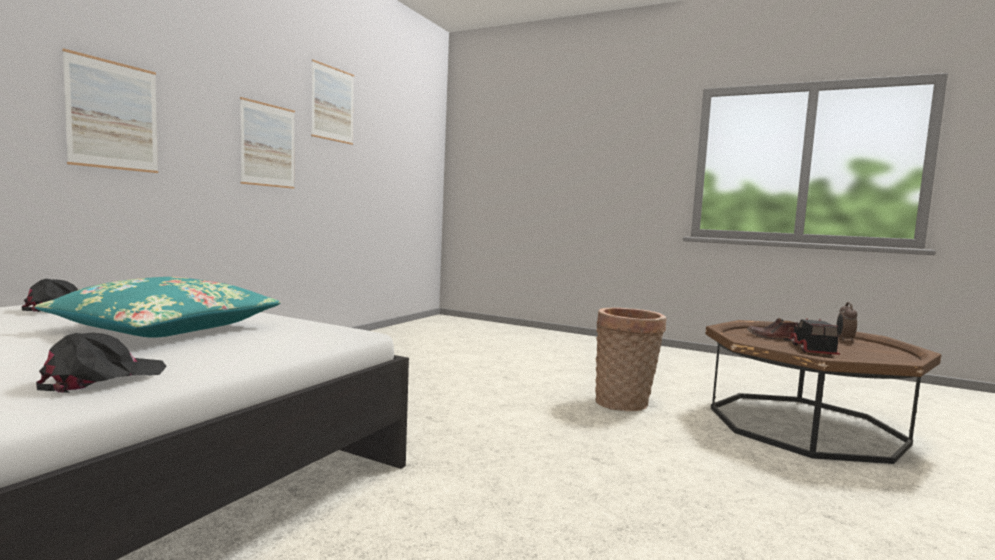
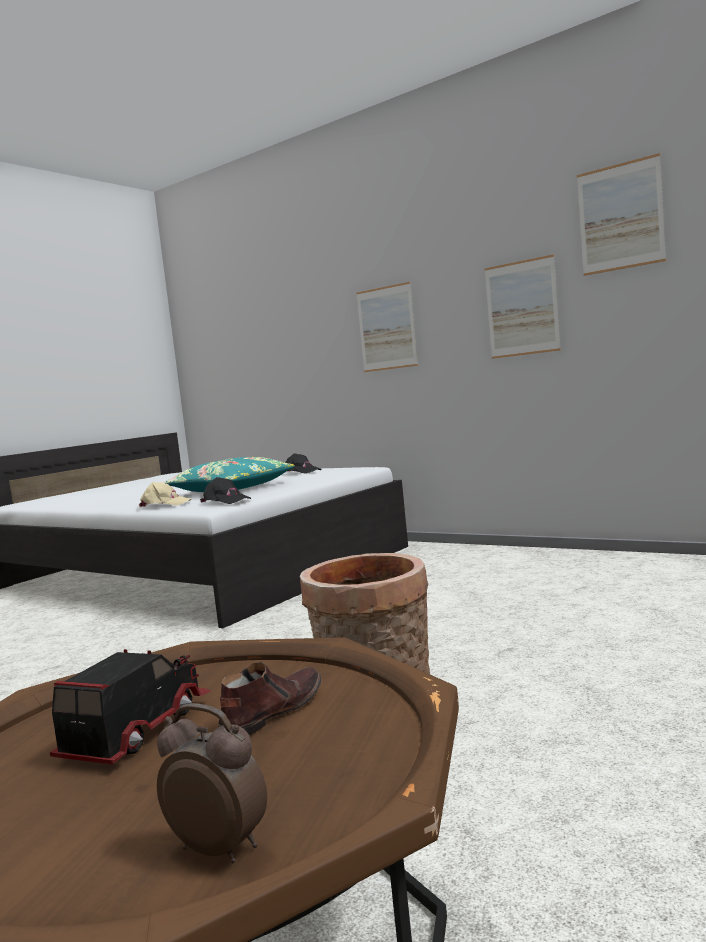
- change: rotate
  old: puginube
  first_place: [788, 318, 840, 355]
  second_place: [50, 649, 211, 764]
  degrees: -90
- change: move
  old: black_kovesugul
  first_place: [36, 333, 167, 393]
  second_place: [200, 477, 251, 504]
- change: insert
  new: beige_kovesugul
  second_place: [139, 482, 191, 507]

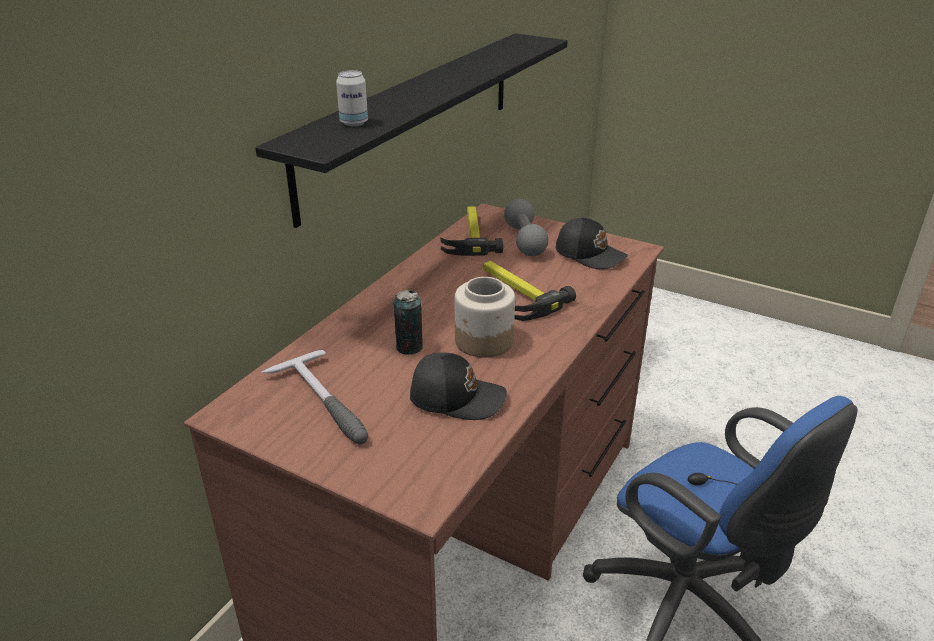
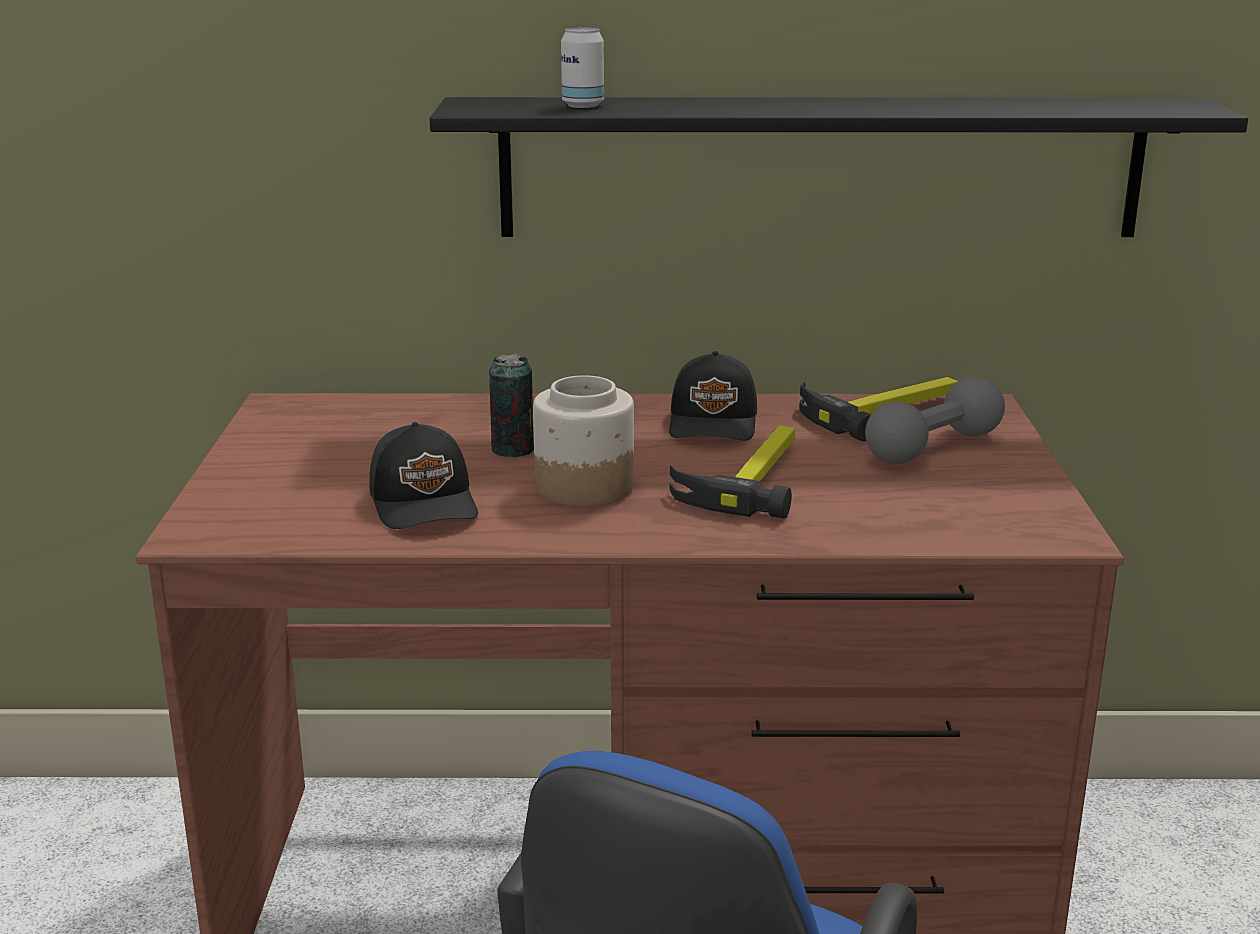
- change: move
  old: black_kovesugul
  first_place: [556, 217, 628, 269]
  second_place: [669, 351, 757, 441]
- change: delete
  old: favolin
  first_place: [261, 350, 368, 444]

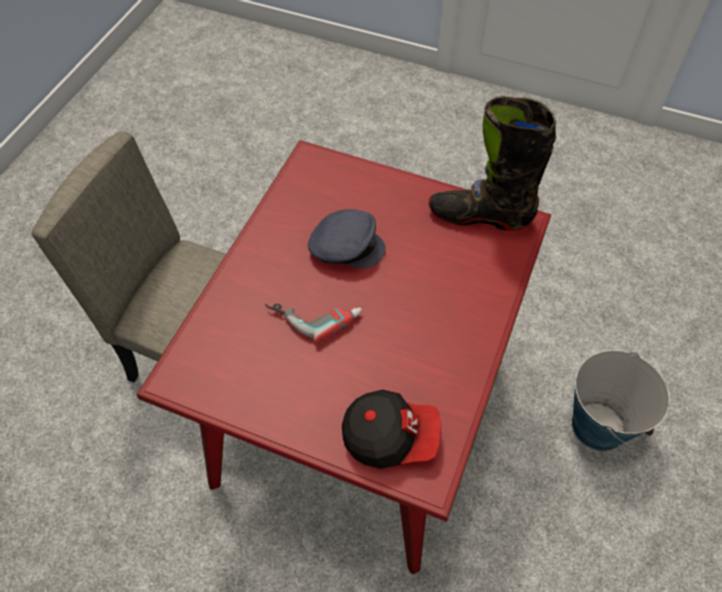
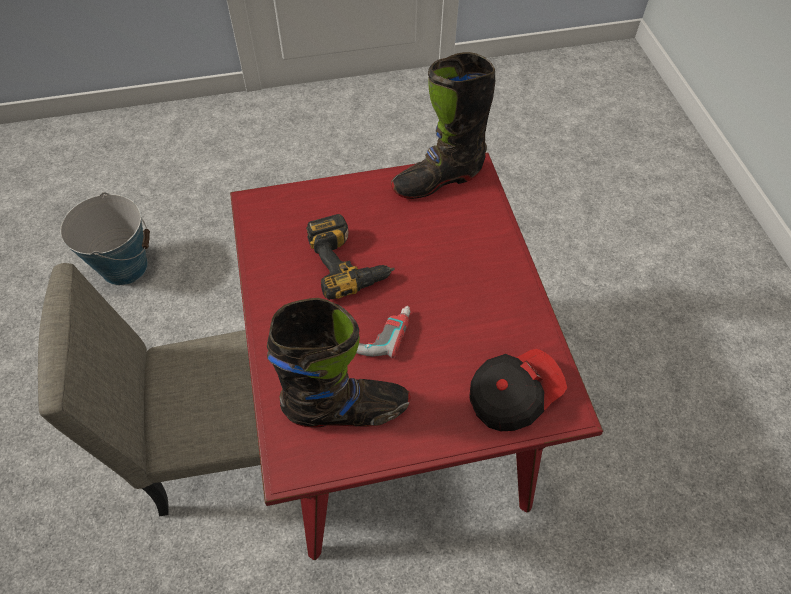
- change: replace
  old: grey_kovesugul
  new: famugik
  first_place: [308, 209, 385, 268]
  second_place: [306, 214, 395, 300]
- change: move
  old: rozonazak
  first_place: [572, 350, 670, 451]
  second_place: [60, 192, 150, 285]
- change: insert
  new: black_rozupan
  second_place: [267, 298, 411, 427]

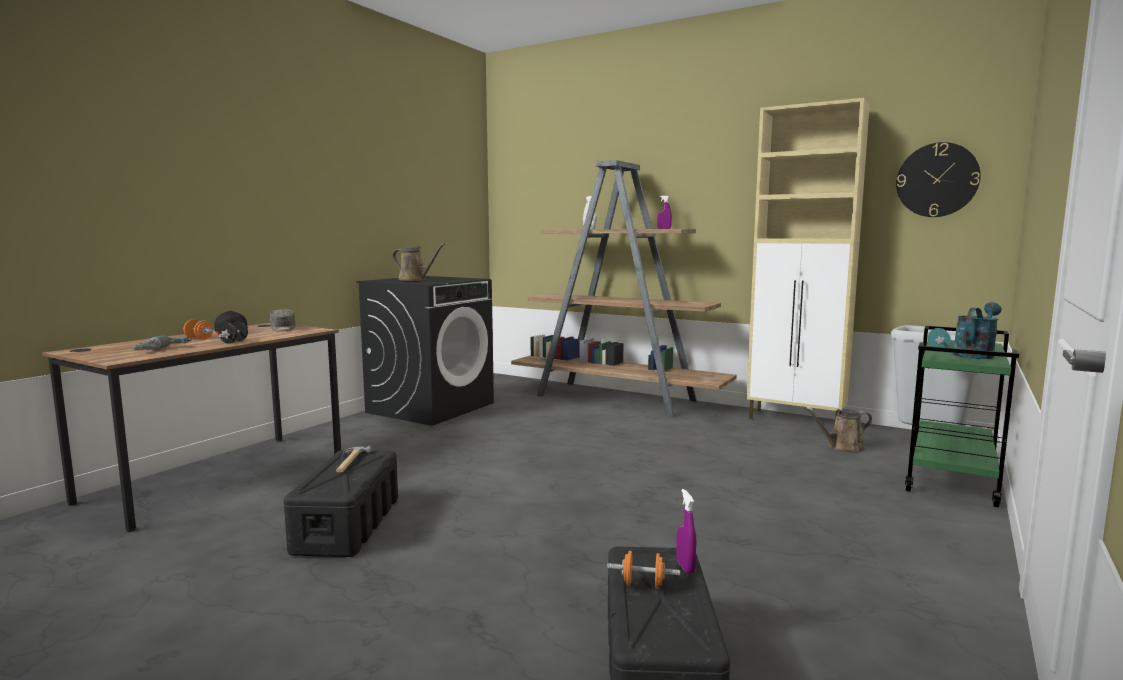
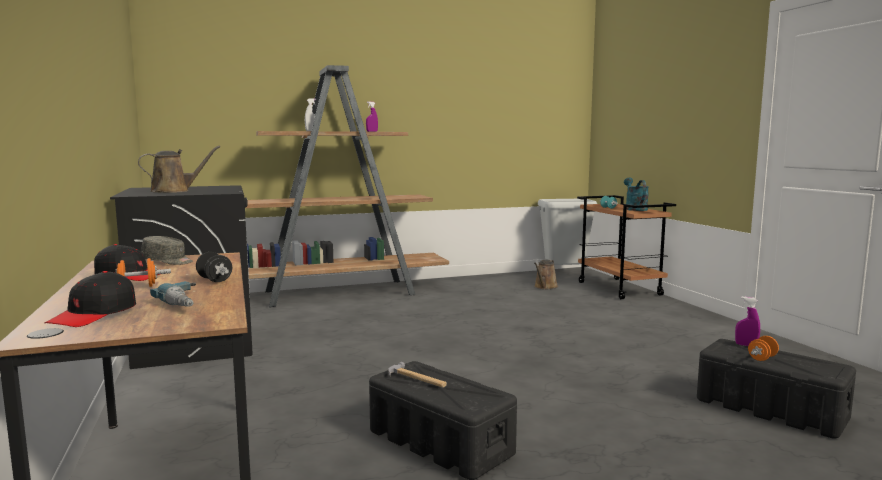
- change: delete
  old: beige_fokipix
  first_place: [746, 98, 870, 419]
- change: delete
  old: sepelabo
  first_place: [896, 142, 981, 217]
- change: recolor
  old: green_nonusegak
  new: brown_nonusegak
  first_place: [905, 326, 1019, 508]
  second_place: [577, 195, 676, 299]
- change: insert
  new: black_kovesugul
  second_place: [45, 271, 136, 327]

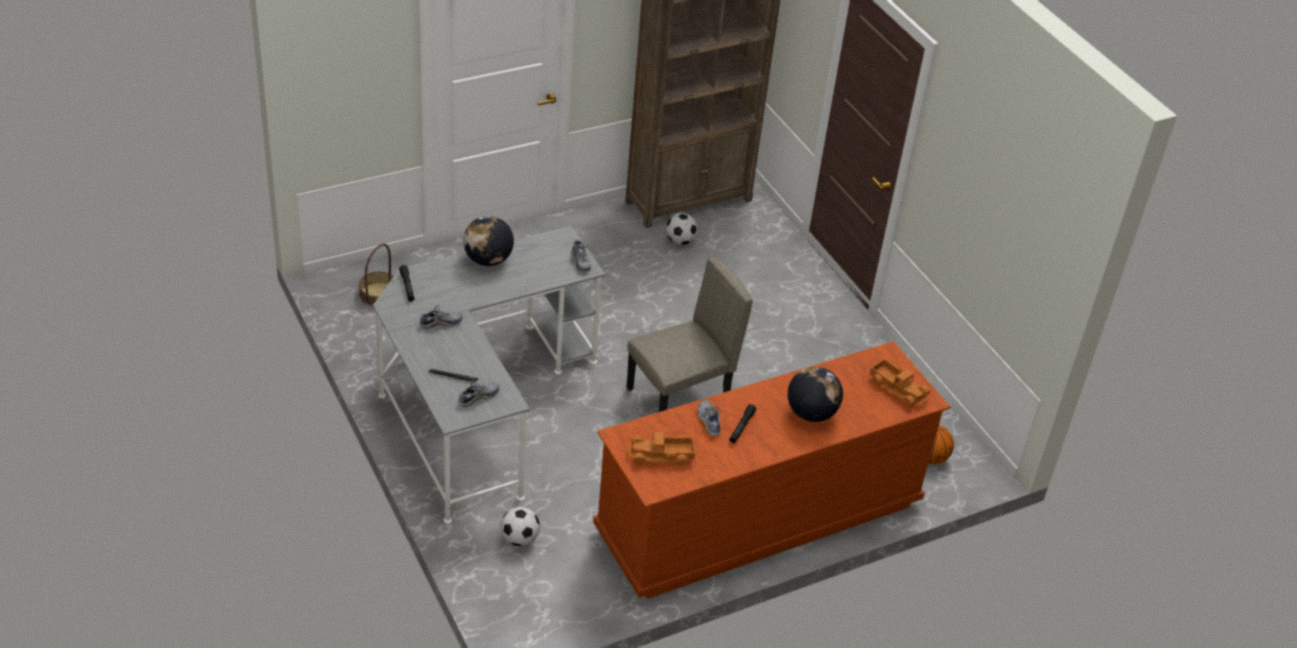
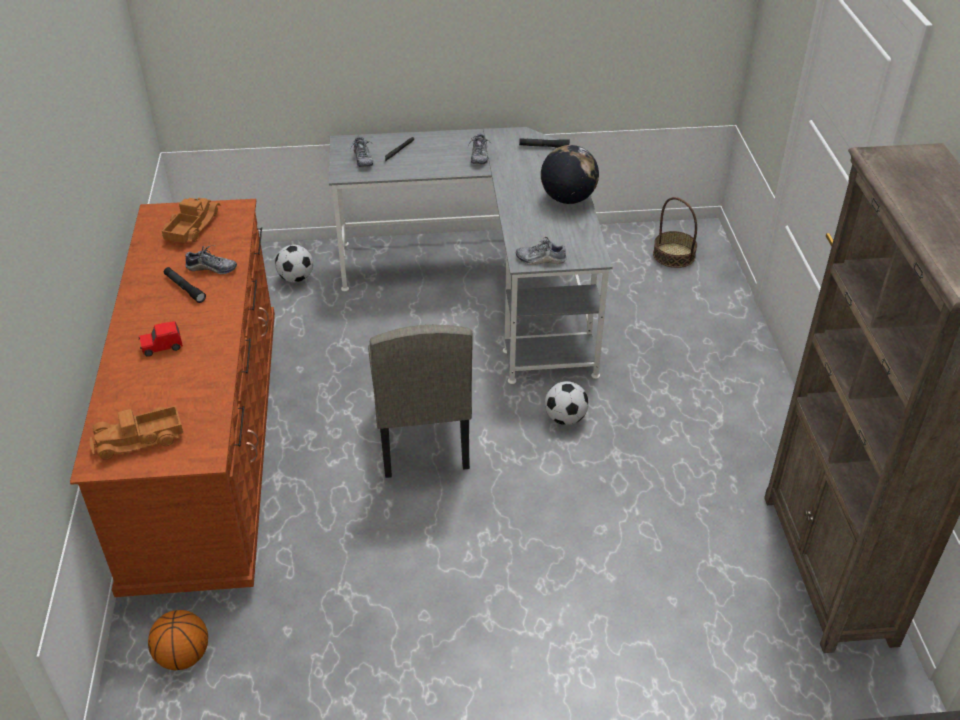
- change: move
  old: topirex
  first_place: [666, 213, 698, 245]
  second_place: [545, 381, 589, 425]
- change: replace
  old: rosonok
  new: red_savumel
  first_place: [787, 366, 843, 422]
  second_place: [138, 321, 183, 357]

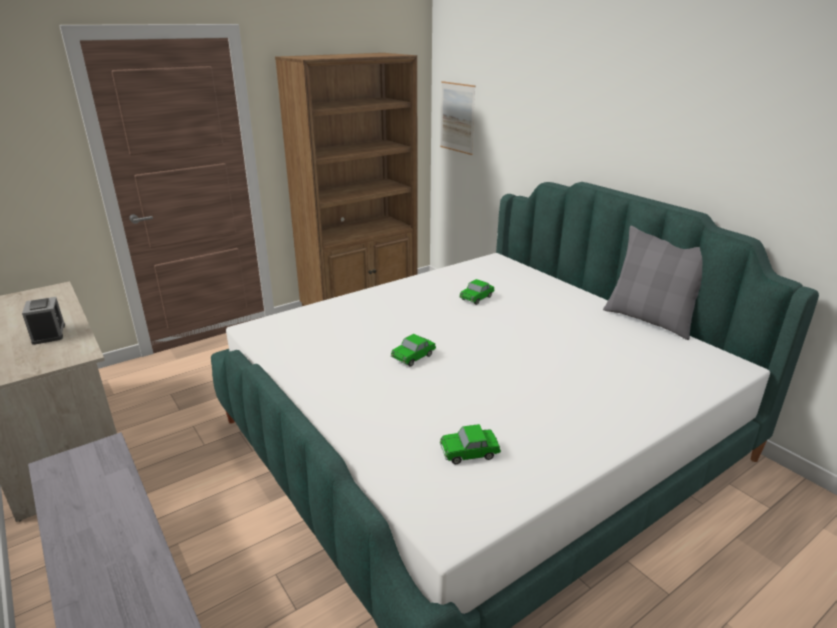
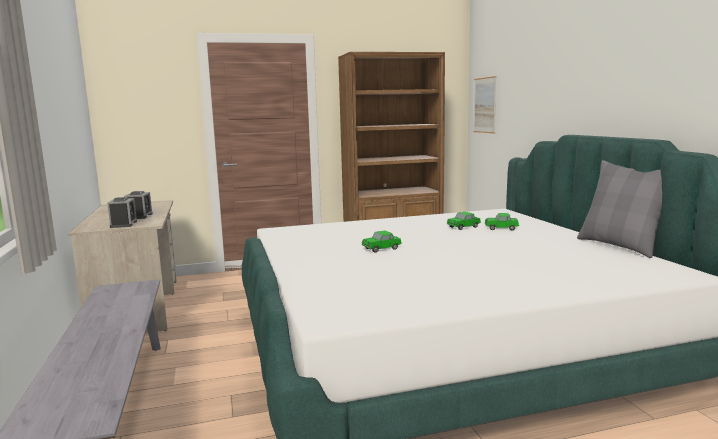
- change: move
  old: savumel
  first_place: [440, 424, 501, 464]
  second_place: [485, 213, 519, 230]
- change: insert
  new: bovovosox
  second_place: [107, 197, 137, 228]

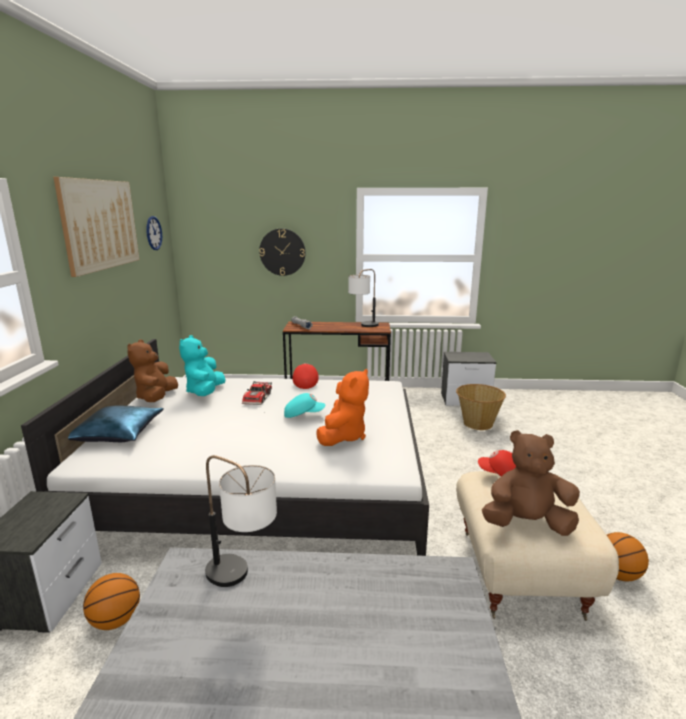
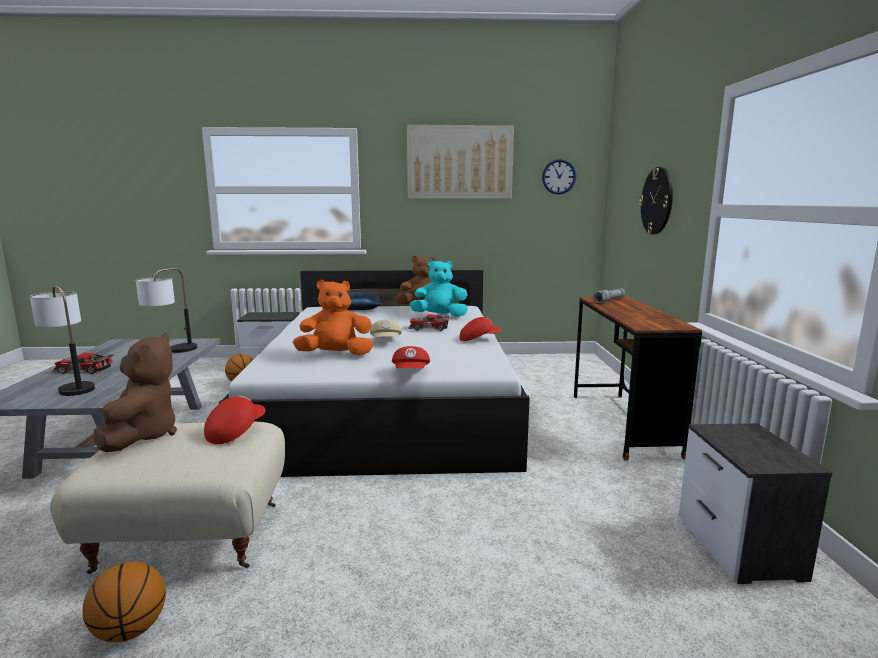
- change: move
  old: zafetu
  first_place: [348, 269, 379, 327]
  second_place: [30, 285, 95, 396]
- change: rotate
  old: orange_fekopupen
  first_place: [316, 369, 369, 446]
  second_place: [293, 280, 373, 355]
  degrees: 150
- change: delete
  old: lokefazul
  first_place: [456, 384, 506, 430]
- change: recolor
  old: turquoise_kovesugul
  new: beige_kovesugul
  first_place: [284, 393, 325, 418]
  second_place: [370, 320, 402, 338]
- change: insert
  new: red_kovesugul
  second_place: [392, 346, 430, 368]
- change: insert
  new: savumel
  second_place: [52, 353, 114, 374]

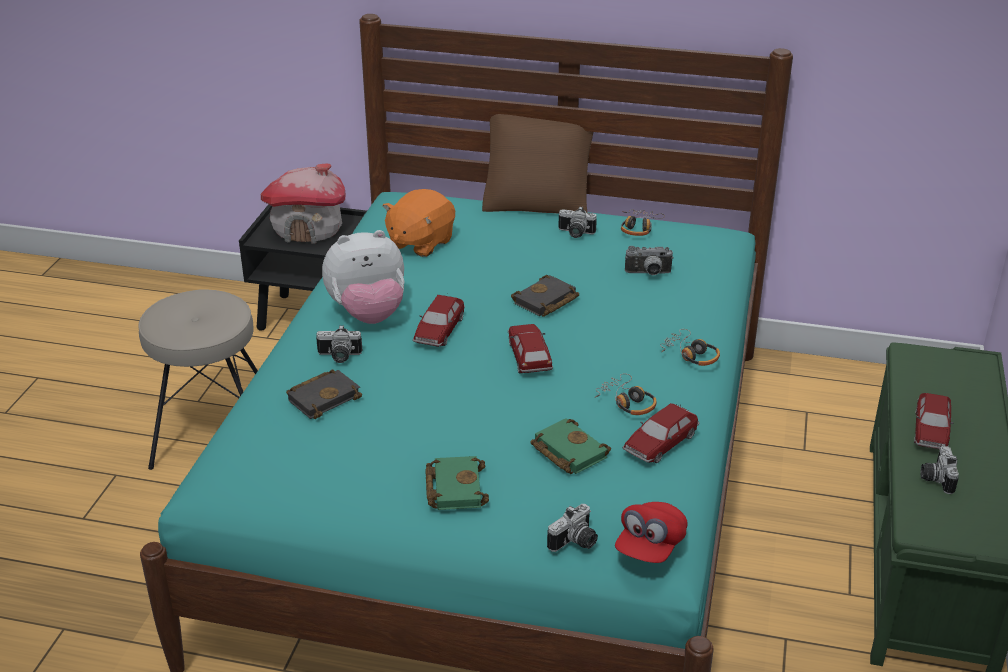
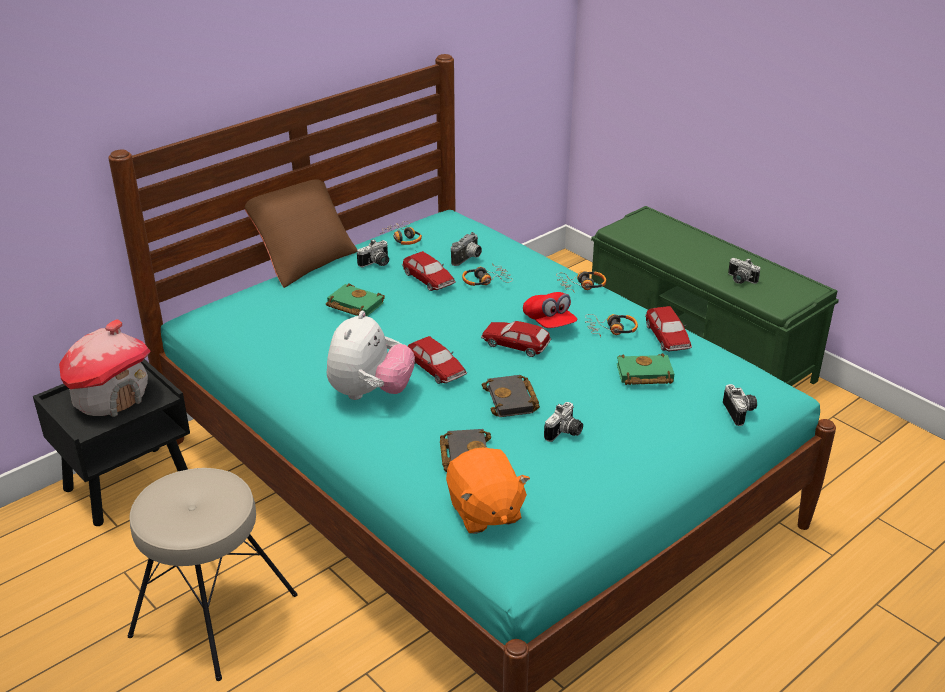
- change: move
  old: orange_fekopupen
  first_place: [383, 189, 455, 257]
  second_place: [446, 447, 530, 534]
- change: move
  old: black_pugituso
  first_place: [511, 275, 579, 317]
  second_place: [482, 375, 540, 417]
- change: move
  old: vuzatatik
  first_place: [316, 325, 363, 363]
  second_place: [544, 402, 583, 442]
- change: move
  old: savumel
  first_place: [914, 392, 954, 450]
  second_place: [402, 251, 456, 291]
- change: move
  old: green_pugituso
  first_place: [425, 456, 489, 510]
  second_place: [326, 283, 385, 316]
- change: move
  old: red_kovesugul
  first_place: [615, 502, 688, 563]
  second_place: [523, 292, 578, 328]
- change: insert
  new: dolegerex
  second_place: [462, 265, 513, 286]

